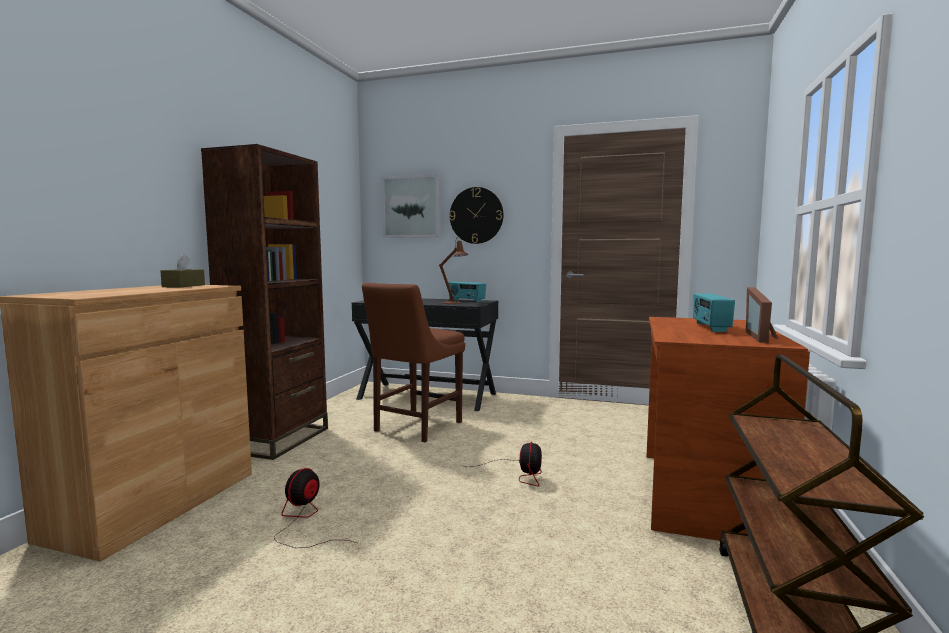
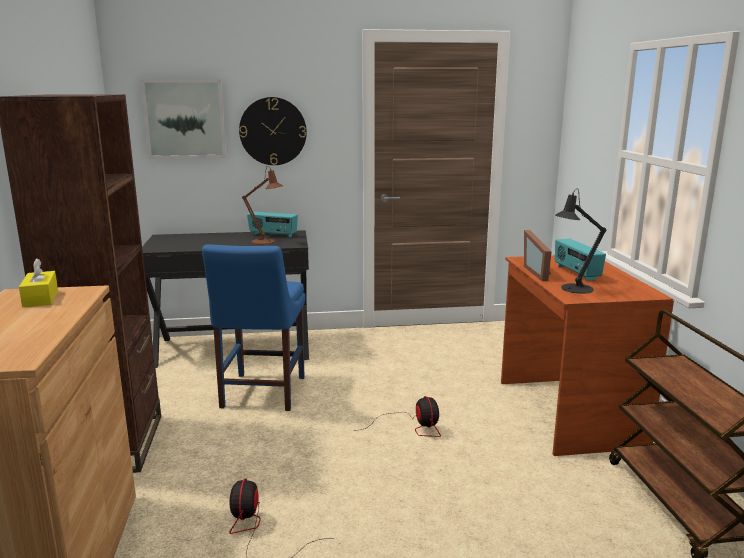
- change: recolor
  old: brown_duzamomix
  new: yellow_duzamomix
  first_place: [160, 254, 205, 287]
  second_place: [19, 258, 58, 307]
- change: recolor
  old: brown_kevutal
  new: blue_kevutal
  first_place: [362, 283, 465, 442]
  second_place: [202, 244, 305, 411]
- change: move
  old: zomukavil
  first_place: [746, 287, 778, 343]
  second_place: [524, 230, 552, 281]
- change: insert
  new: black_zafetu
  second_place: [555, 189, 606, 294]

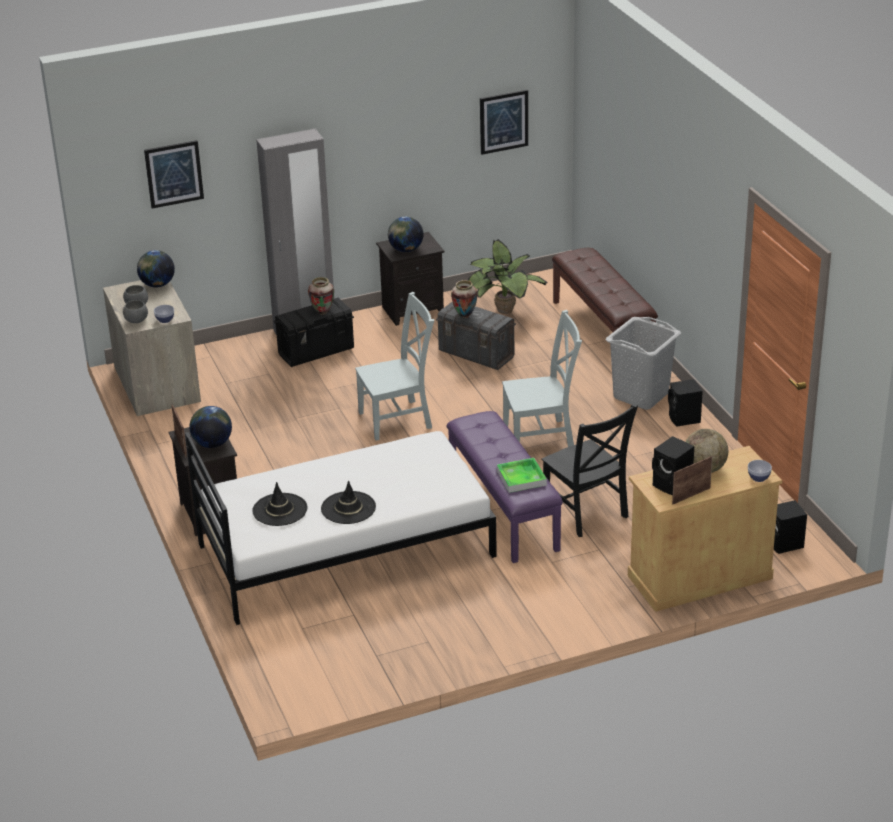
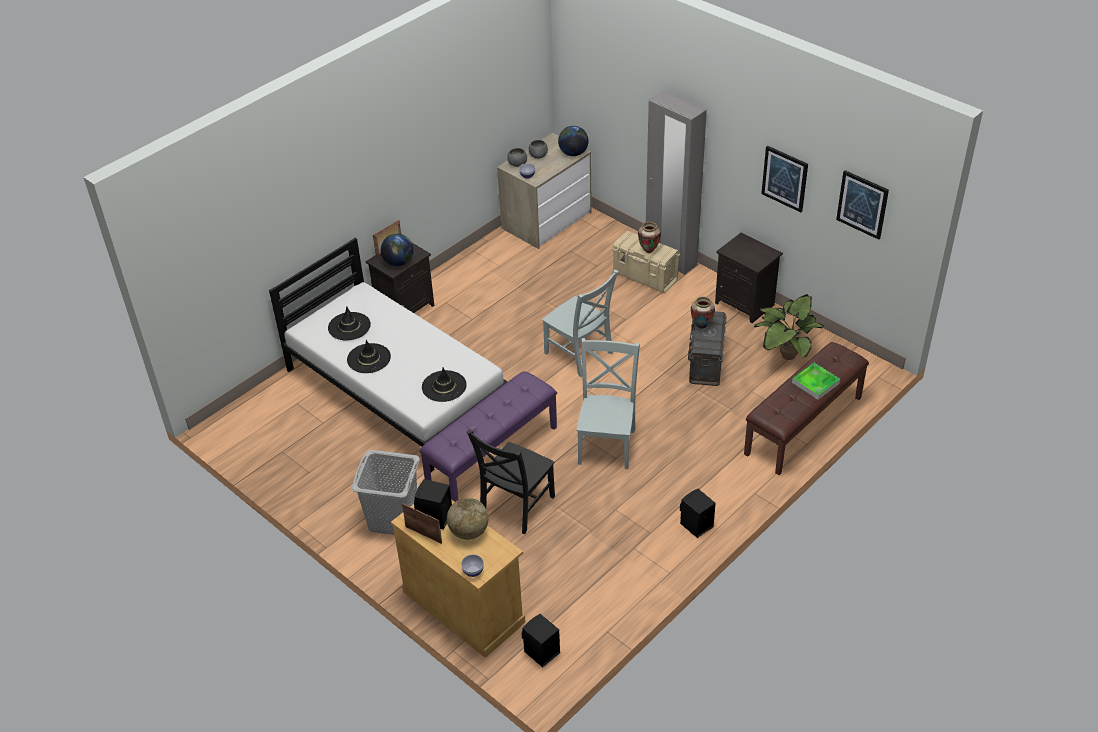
- change: move
  old: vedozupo
  first_place: [144, 140, 204, 209]
  second_place: [761, 146, 808, 212]
- change: delete
  old: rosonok
  first_place: [388, 217, 423, 252]
- change: recolor
  old: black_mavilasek
  new: beige_mavilasek
  first_place: [274, 298, 354, 367]
  second_place: [612, 230, 681, 294]
- change: rotate
  old: grey_kevutal
  first_place: [502, 310, 582, 447]
  second_place: [576, 338, 640, 469]
  degrees: -135
- change: move
  old: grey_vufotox
  first_place: [606, 317, 681, 410]
  second_place: [351, 450, 420, 535]
- change: move
  old: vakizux
  first_place: [497, 458, 547, 493]
  second_place: [792, 363, 840, 400]
- change: insert
  new: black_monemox
  second_place: [422, 368, 467, 402]

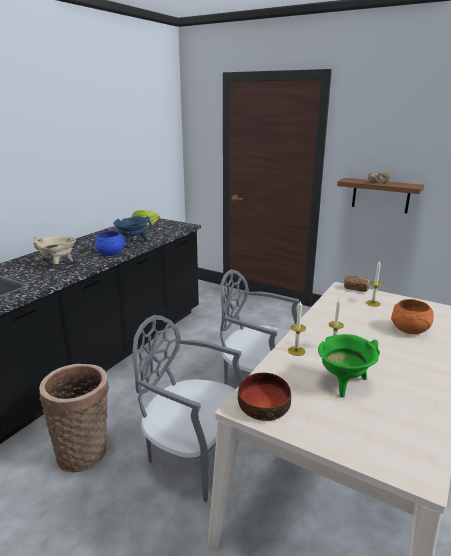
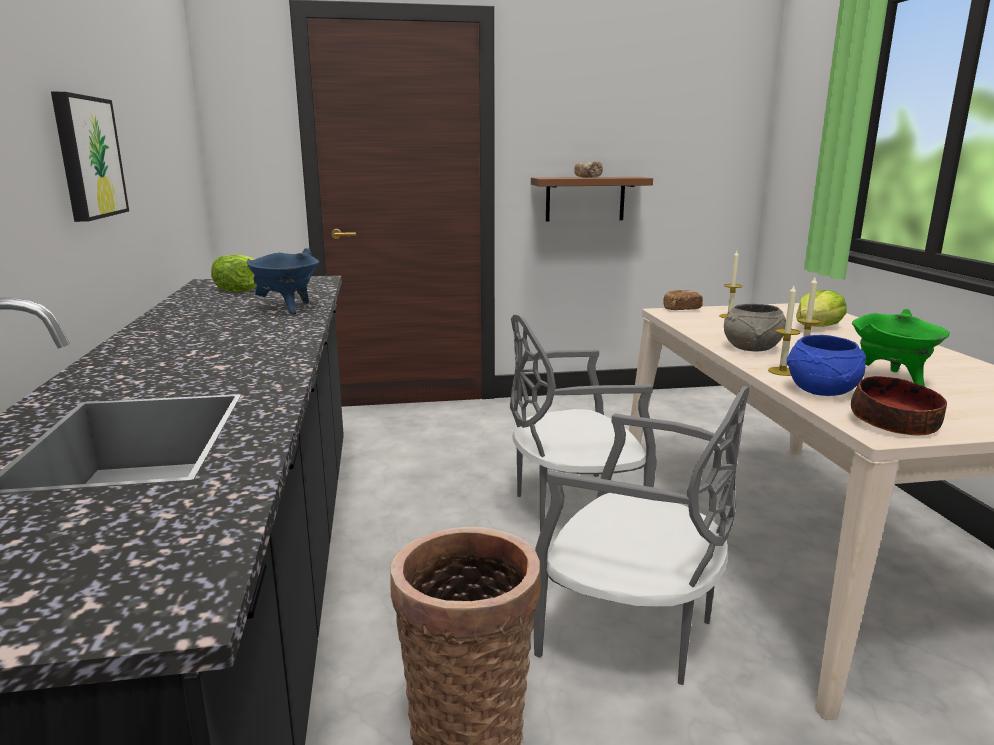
- change: move
  old: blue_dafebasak
  first_place: [95, 231, 125, 256]
  second_place: [787, 335, 866, 396]
- change: delete
  old: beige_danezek
  first_place: [34, 236, 76, 265]
- change: replace
  old: orange_dafebasak
  new: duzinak
  first_place: [391, 299, 434, 334]
  second_place: [796, 290, 847, 327]
- change: rotate
  old: grey_kevutal
  first_place: [133, 315, 243, 502]
  second_place: [533, 386, 750, 685]
  degrees: -135
- change: insert
  new: vedozupo
  second_place: [51, 92, 129, 222]
- change: insert
  new: grey_dafebasak
  second_place: [724, 304, 786, 352]

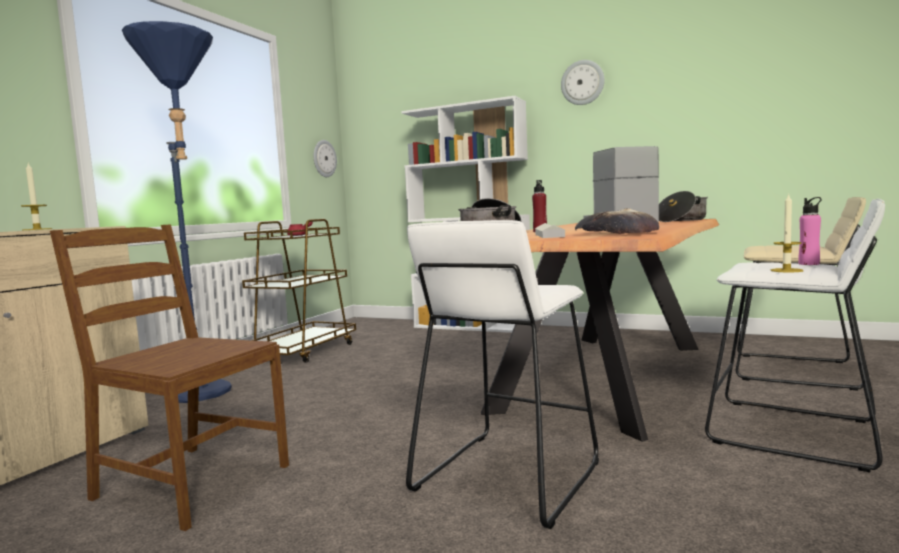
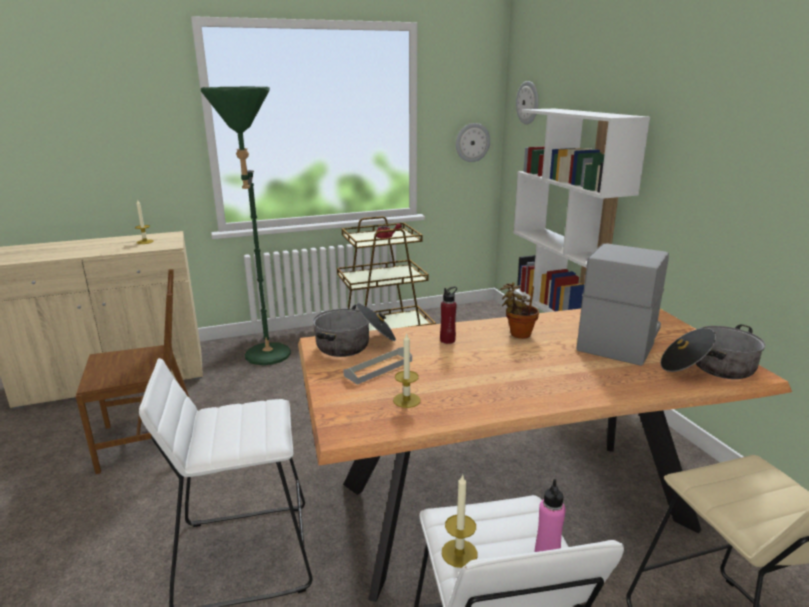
- change: recolor
  old: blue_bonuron
  new: green_bonuron
  first_place: [122, 21, 232, 403]
  second_place: [201, 87, 291, 365]
- change: move
  old: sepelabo
  first_place: [561, 60, 605, 105]
  second_place: [516, 81, 539, 125]
- change: replace
  old: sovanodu
  new: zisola
  first_place: [575, 208, 659, 234]
  second_place: [393, 332, 421, 408]
- change: rotate
  old: brown_kevutal
  first_place: [50, 224, 289, 531]
  second_place: [76, 269, 190, 474]
  degrees: 90
- change: insert
  new: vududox
  second_place: [500, 282, 539, 339]

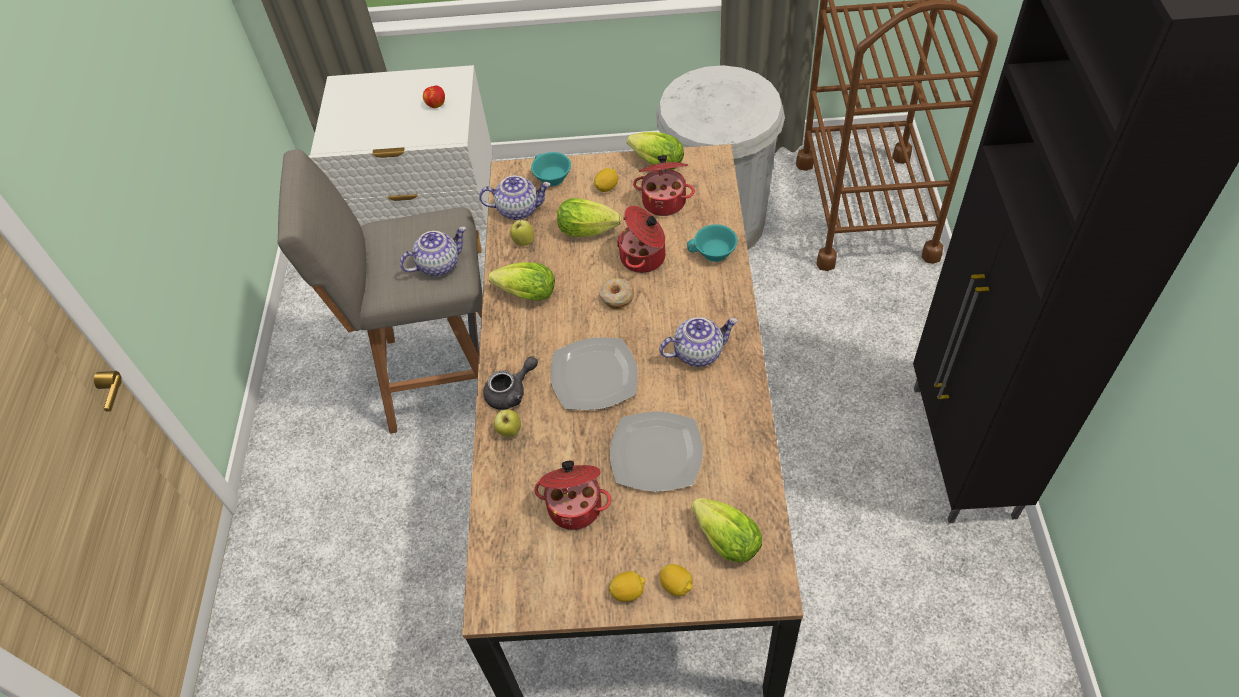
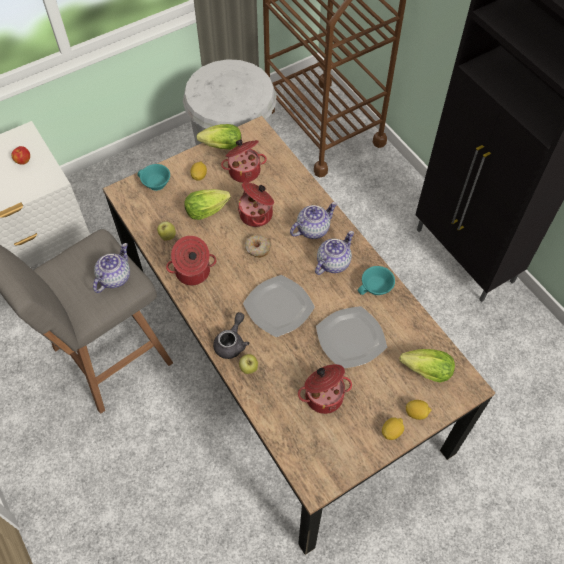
- change: move
  old: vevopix
  first_place: [479, 175, 550, 220]
  second_place: [290, 202, 337, 239]
- change: move
  old: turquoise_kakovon
  first_place: [687, 224, 738, 262]
  second_place: [358, 266, 395, 295]
- change: replace
  old: duzinak
  new: danezek
  first_place: [488, 262, 555, 301]
  second_place: [166, 236, 217, 285]

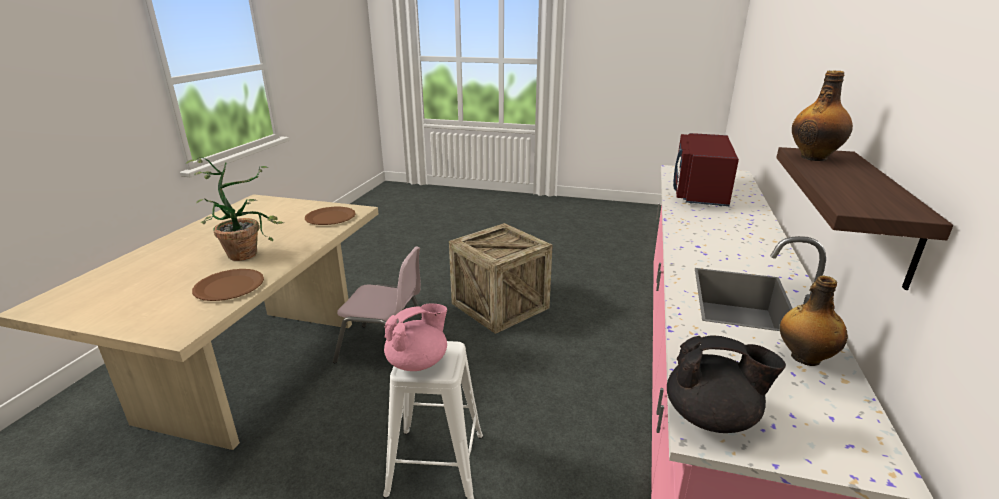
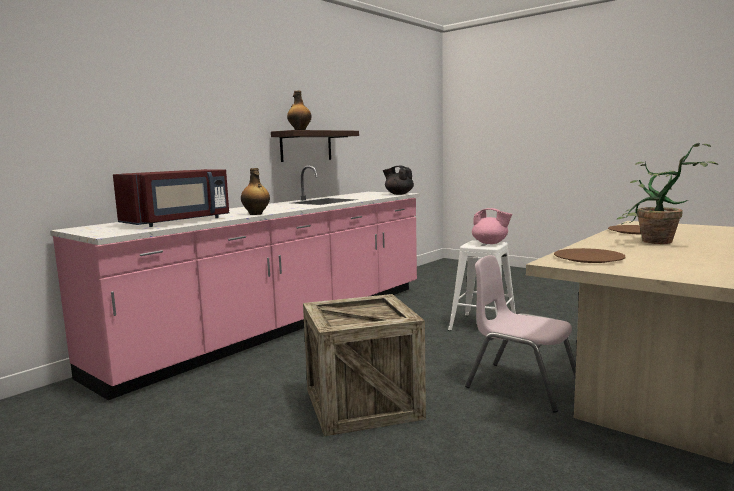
- change: move
  old: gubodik
  first_place: [780, 276, 848, 366]
  second_place: [241, 168, 270, 215]
- change: rotate
  old: pink_vevopix
  first_place: [384, 304, 447, 371]
  second_place: [472, 208, 512, 244]
  degrees: -135

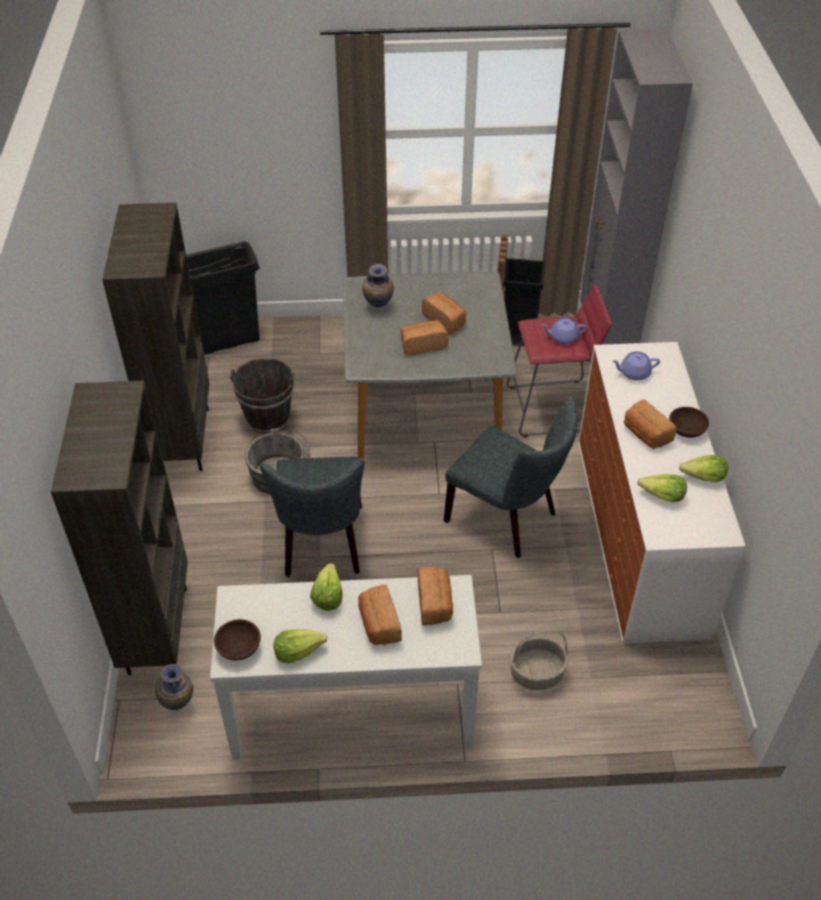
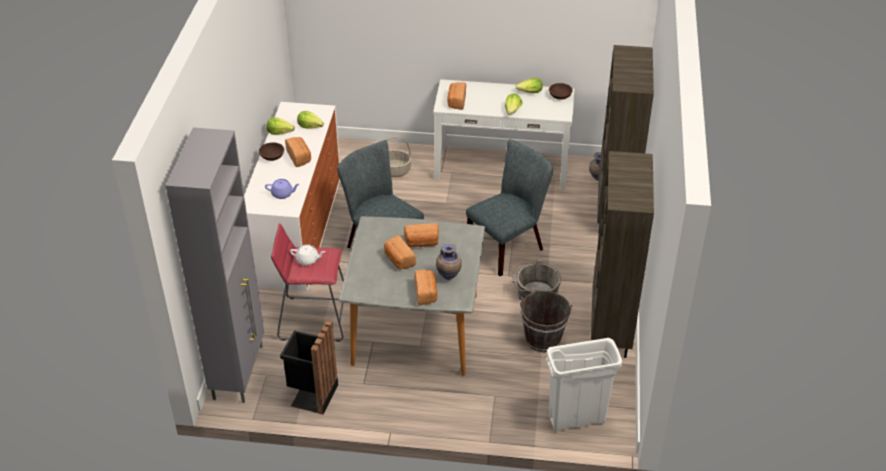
- change: recolor
  old: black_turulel
  new: white_turulel
  first_place: [186, 241, 260, 354]
  second_place: [545, 338, 622, 431]
- change: recolor
  old: purple_vevopix
  new: white_vevopix
  first_place: [541, 317, 587, 344]
  second_place: [290, 244, 325, 265]
- change: rotate
  old: grey_kevutal
  first_place: [260, 457, 365, 577]
  second_place: [466, 139, 553, 276]
  degrees: 45
- change: move
  old: sovanodu
  first_place: [358, 584, 402, 645]
  second_place: [415, 270, 438, 305]

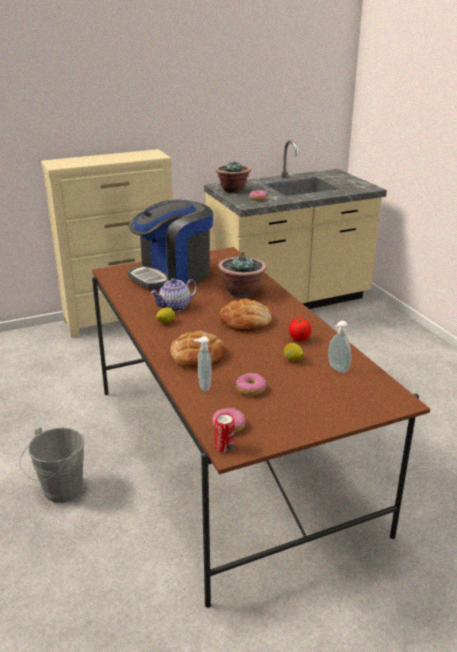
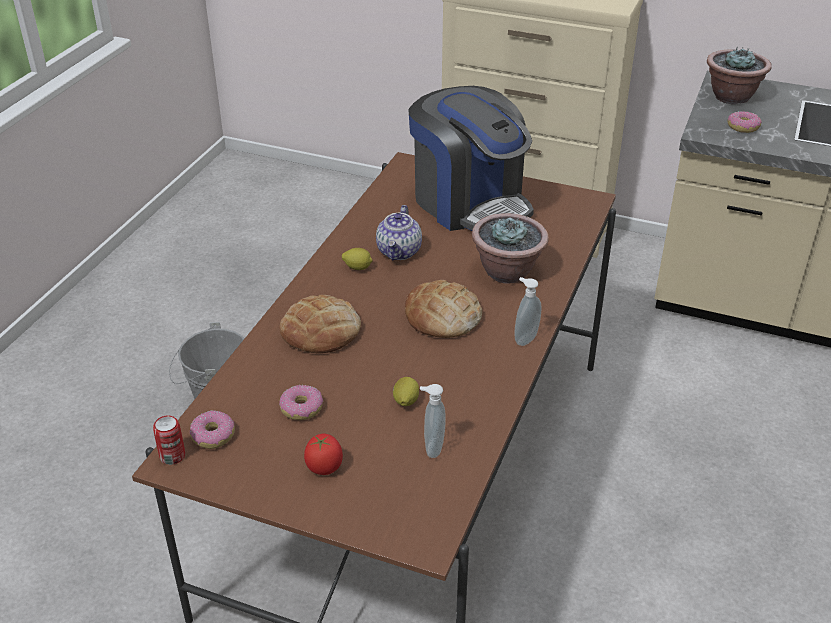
- change: rotate
  old: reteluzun
  first_place: [128, 199, 213, 289]
  second_place: [408, 86, 534, 231]
  degrees: -135
- change: rotate
  old: vevopix
  first_place: [150, 278, 198, 312]
  second_place: [376, 205, 422, 260]
  degrees: -90
- change: move
  old: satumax
  first_place: [289, 318, 311, 341]
  second_place: [304, 434, 343, 475]
- change: move
  old: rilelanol
  first_place: [194, 337, 212, 391]
  second_place: [514, 277, 542, 346]

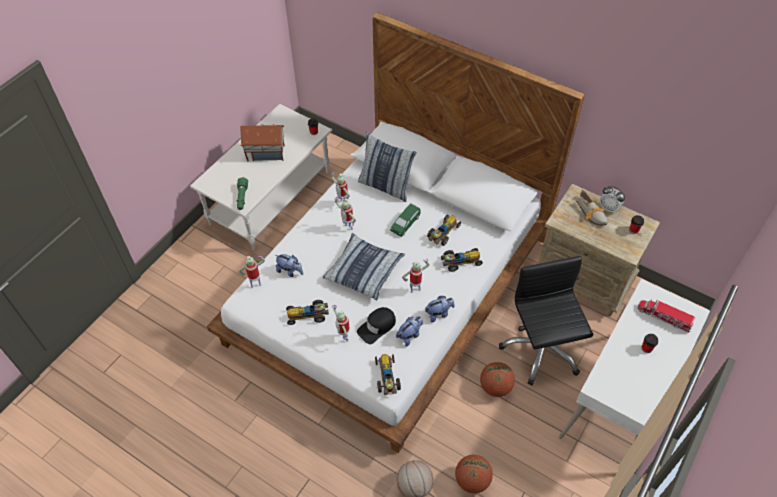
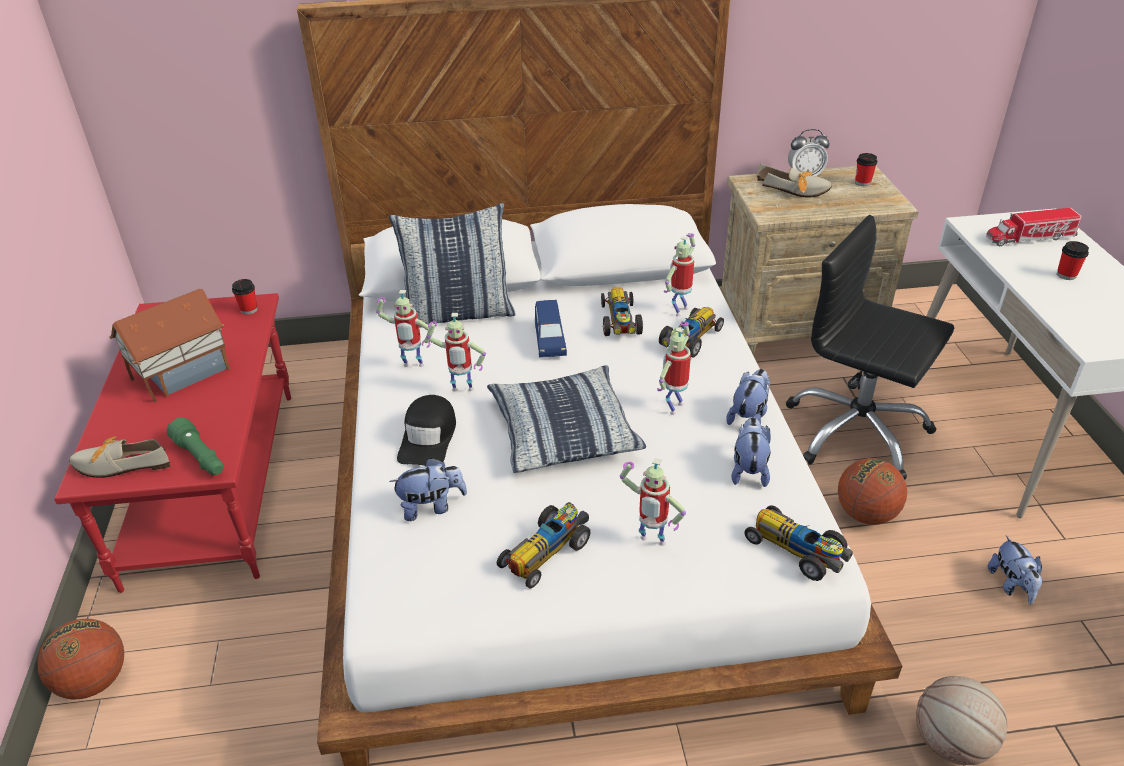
- change: recolor
  old: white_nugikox
  new: red_nugikox
  first_place: [190, 104, 332, 250]
  second_place: [54, 293, 291, 593]
- change: recolor
  old: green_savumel
  new: blue_savumel
  first_place: [390, 203, 420, 237]
  second_place: [535, 300, 567, 358]
- change: move
  old: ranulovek
  first_place: [238, 254, 265, 288]
  second_place: [664, 233, 695, 317]
- change: move
  old: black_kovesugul
  first_place: [357, 307, 396, 344]
  second_place: [397, 395, 456, 466]
- change: move
  old: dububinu
  first_place: [455, 455, 493, 493]
  second_place: [37, 619, 124, 699]
- change: insert
  new: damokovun
  second_place: [69, 436, 171, 478]
- change: insert
  new: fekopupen
  second_place: [987, 535, 1042, 604]

